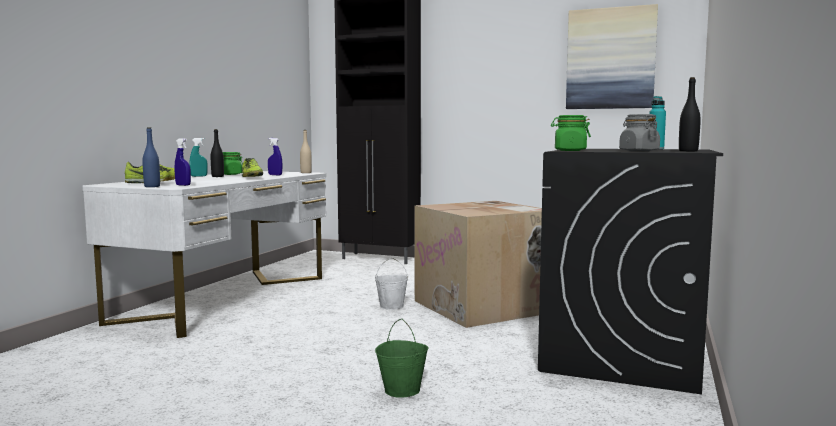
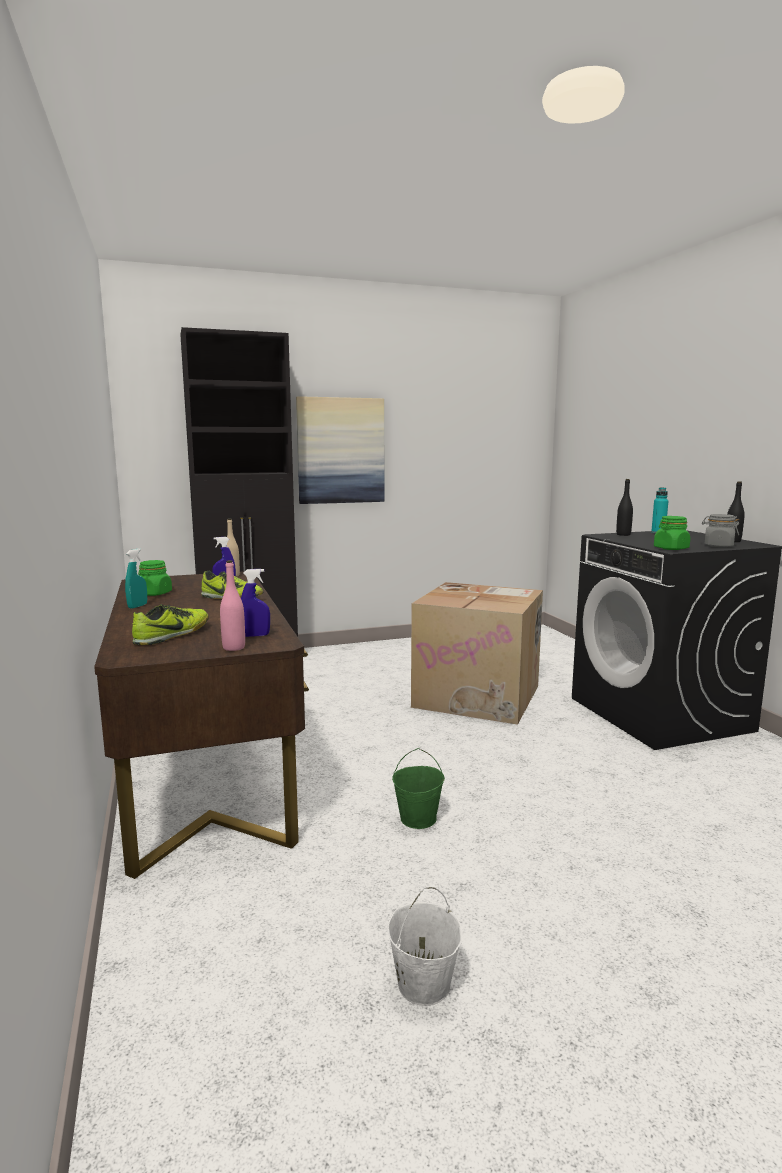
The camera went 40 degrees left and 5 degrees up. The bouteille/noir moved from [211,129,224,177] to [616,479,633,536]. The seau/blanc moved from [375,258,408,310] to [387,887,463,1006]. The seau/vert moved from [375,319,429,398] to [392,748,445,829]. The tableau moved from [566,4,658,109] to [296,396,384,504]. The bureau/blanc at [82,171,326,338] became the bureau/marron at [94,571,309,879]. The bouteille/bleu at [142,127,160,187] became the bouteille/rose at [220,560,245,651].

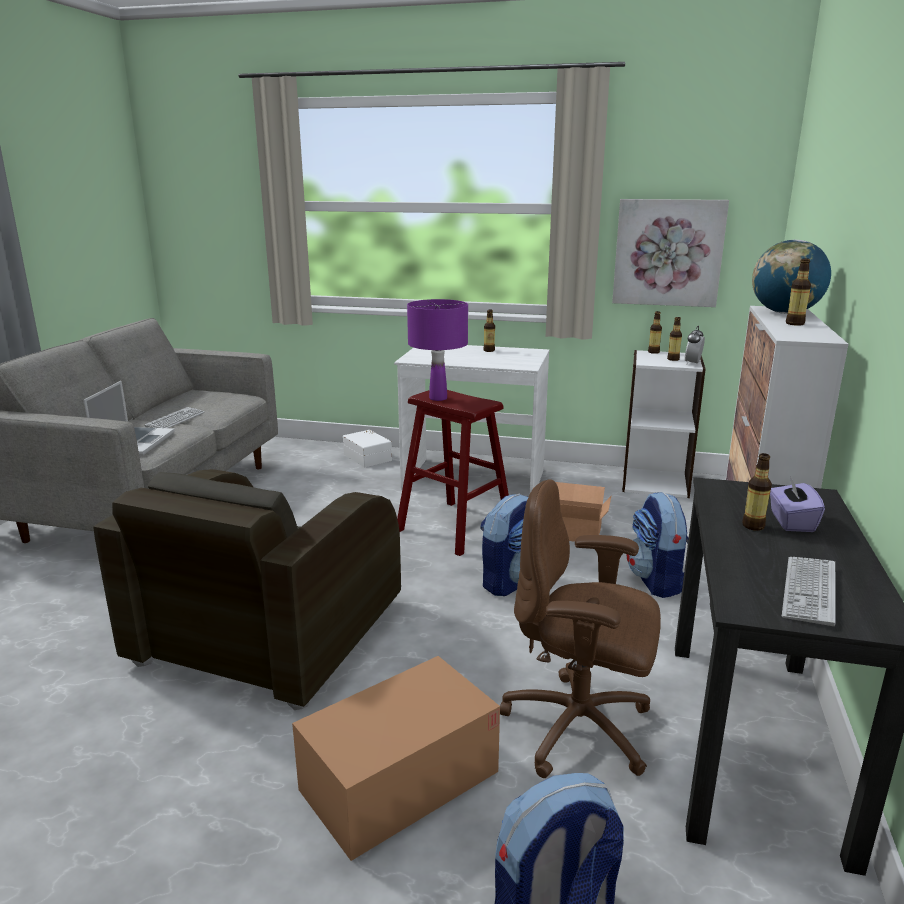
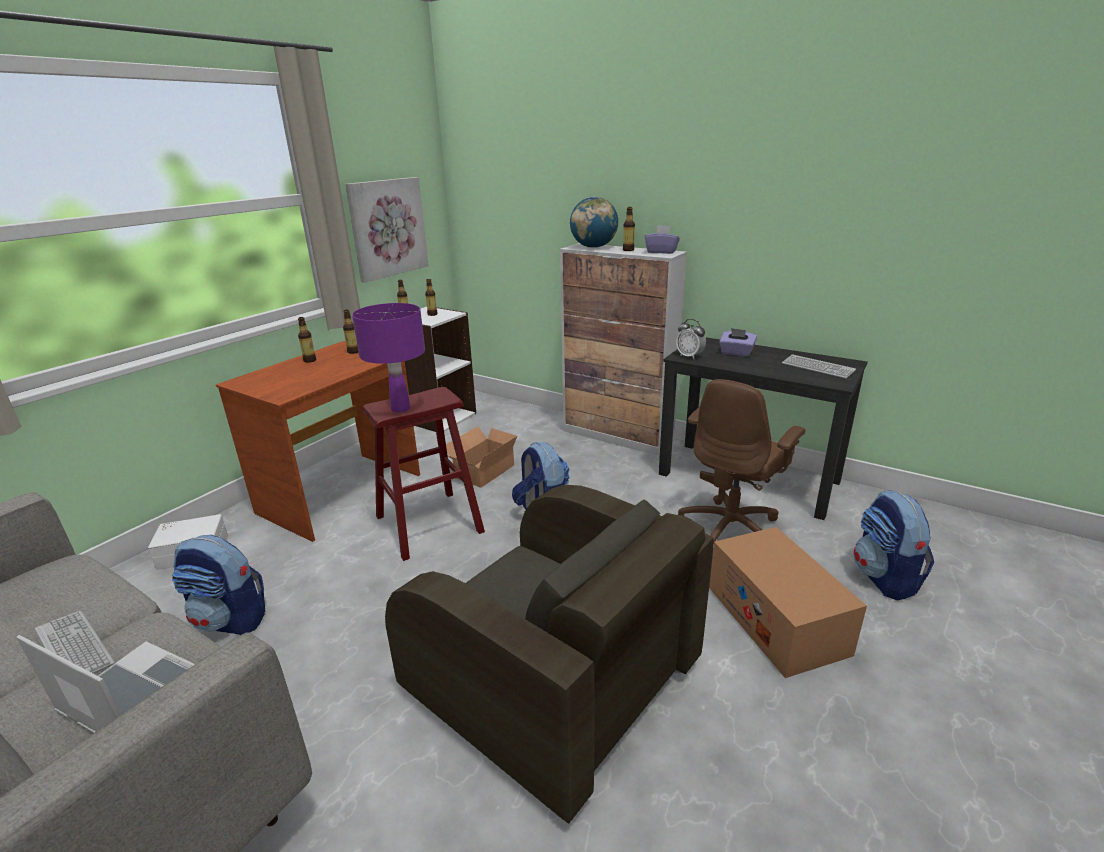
The camera went 70 degrees left and 5 degrees up. The boîte à mouchoirs/violet at [645,225,680,254] appeared. The sac à dos moved from [627,492,689,598] to [172,535,265,635]. The réveil moved from [685,326,705,364] to [676,319,706,359]. The bouteille moved from [742,453,772,531] to [343,310,358,354]. The bureau/blanc at [394,345,549,493] became the bureau/marron at [216,341,420,542].

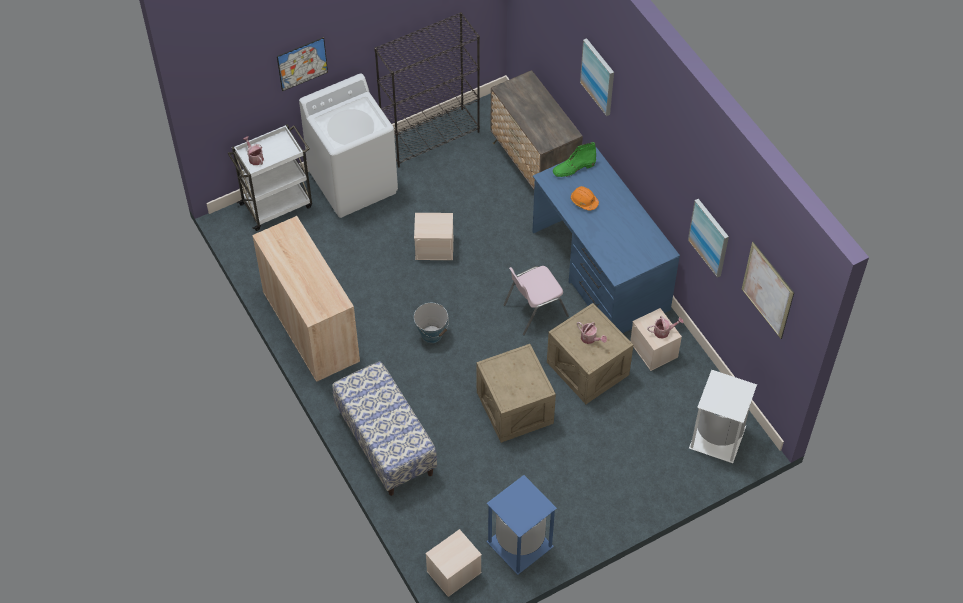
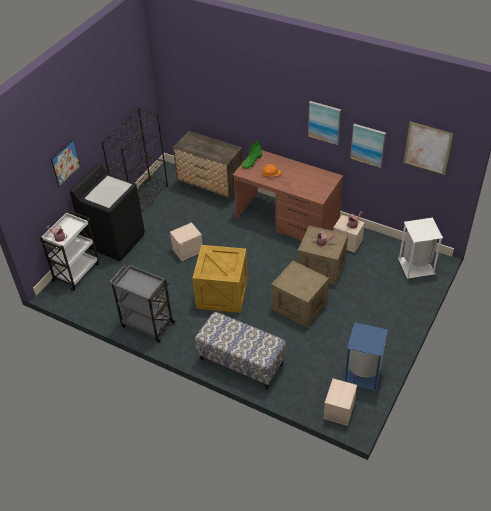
The camera went 30 degrees left and 10 degrees down. The chaise/rose at [504,266,569,335] disappeared. The tableau moved from [580,38,614,116] to [308,101,341,145]. The meuble de rangement/beige at [252,216,360,382] was replaced by the chariot/gris at [109,264,176,343]. The seau at [414,303,449,343] was replaced by the caisse at [192,245,248,313]. The lave-linge/blanc at [299,74,398,218] became the lave-linge/noir at [70,164,145,261]. The bureau/bleu at [533,147,680,333] became the bureau/marron at [233,150,343,241].

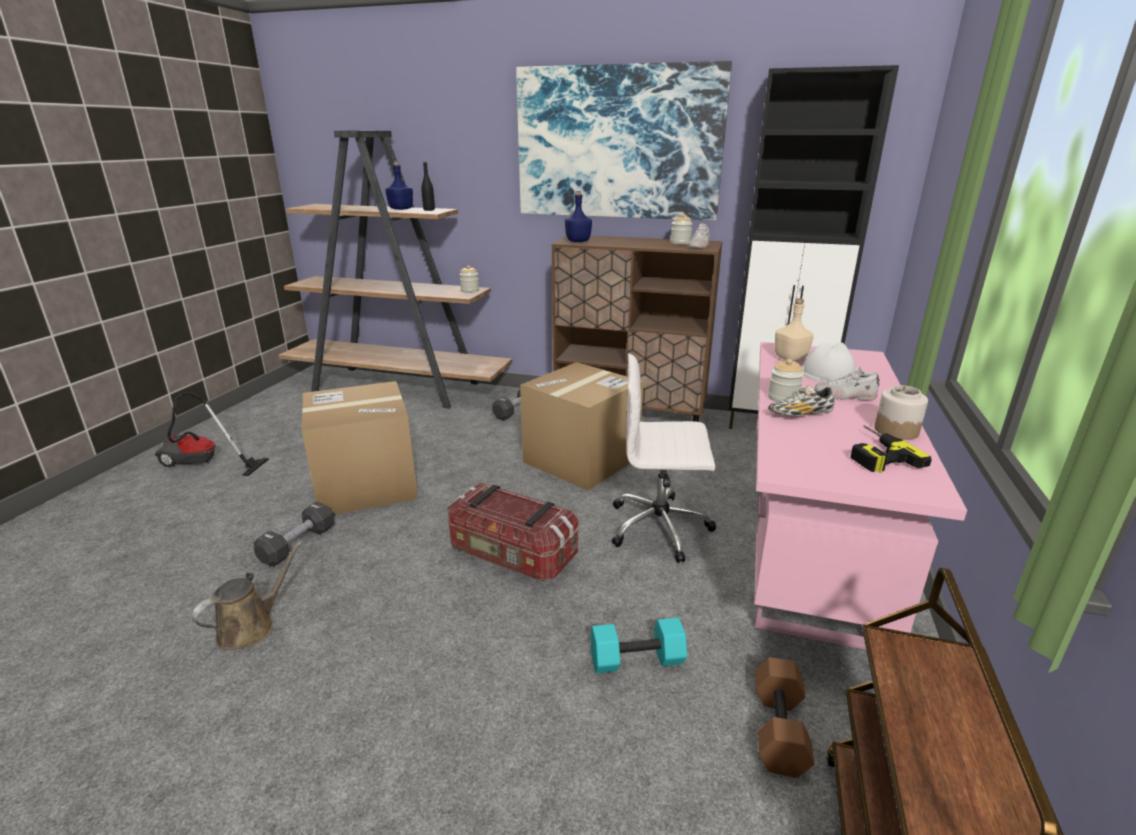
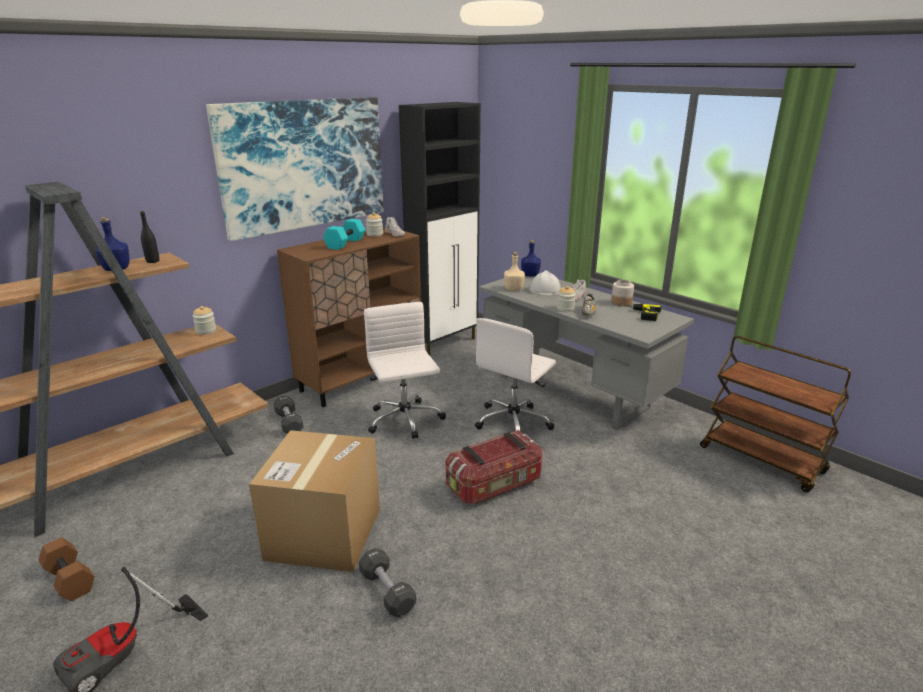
The camera went 60 degrees left and 0 degrees up. The arrosoir/marron at [192,541,302,650] disappeared. The bouteille/bleu moved from [565,191,592,242] to [521,240,541,276]. The haltère/turquoise moved from [590,618,687,674] to [323,219,365,250]. The haltère/marron moved from [755,657,814,778] to [38,537,95,601]. The carton at [520,362,644,491] was replaced by the chaise de bureau/blanc at [364,302,446,439]. The bureau/rose at [754,342,967,650] became the bureau/gris at [479,273,694,430].

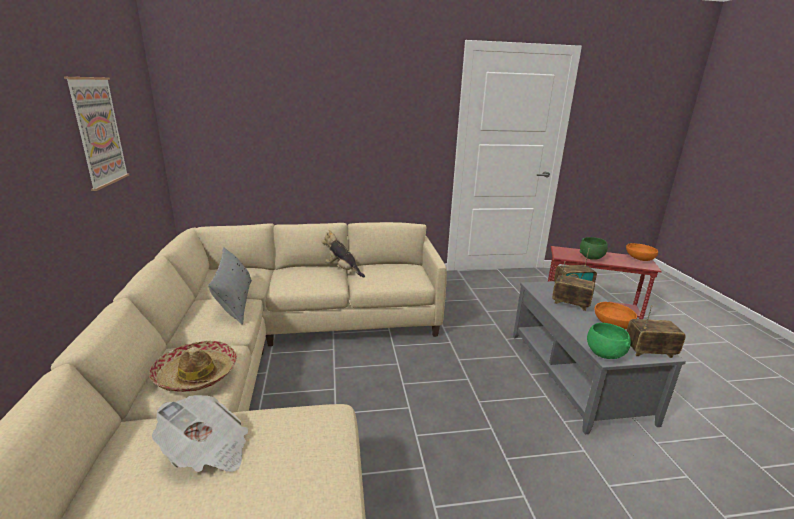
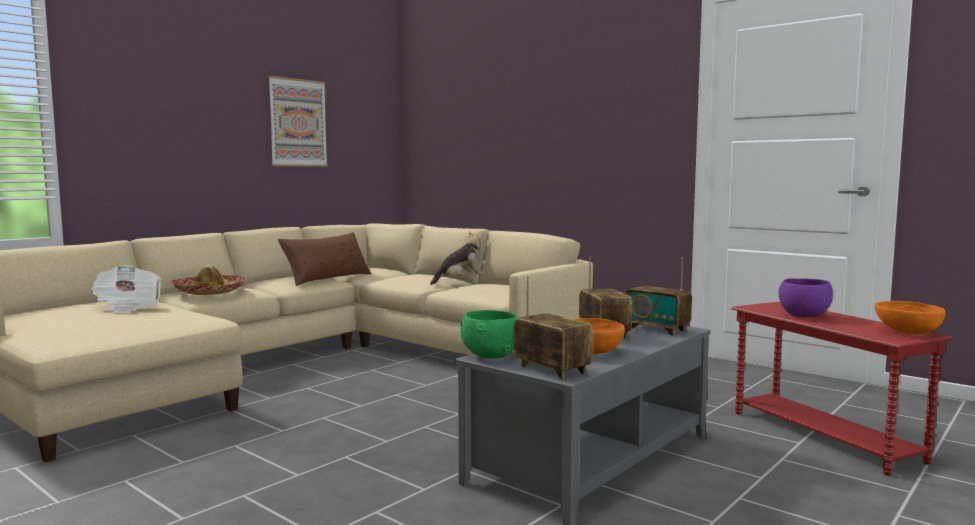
The camera went 50 degrees right and 15 degrees down. The coussin/gris at [208,247,252,325] became the coussin/marron at [278,232,371,286]. The bol/vert at [580,237,608,260] became the bol/violet at [778,278,833,317]. The peluche at [321,229,365,278] turned 60 degrees clockwise.

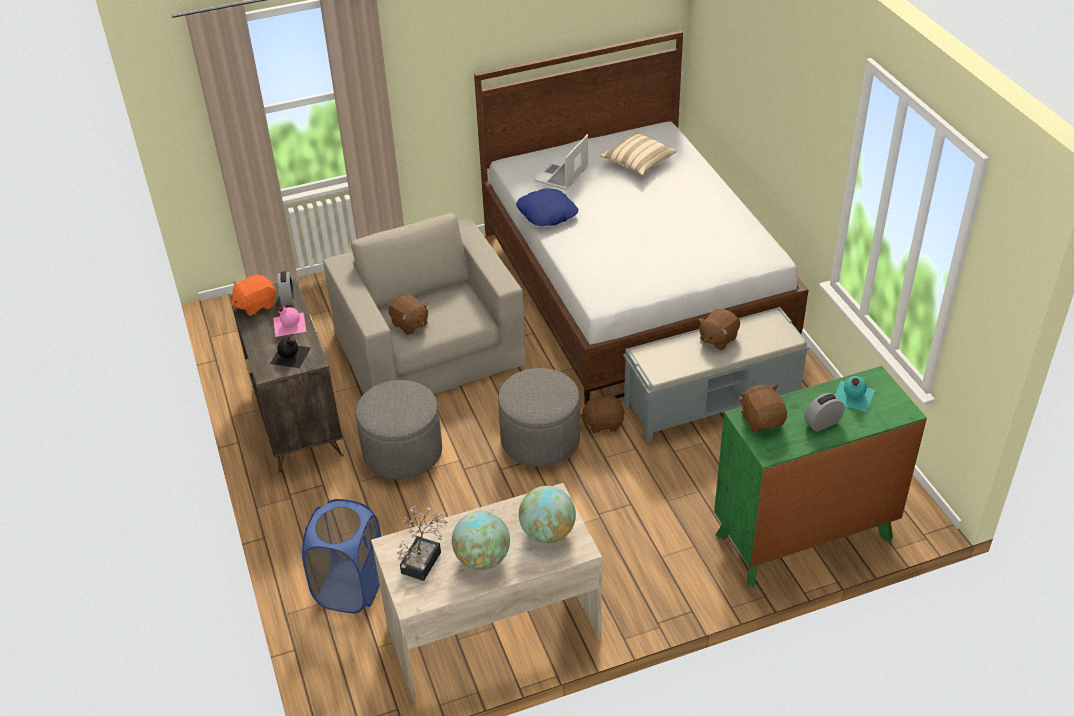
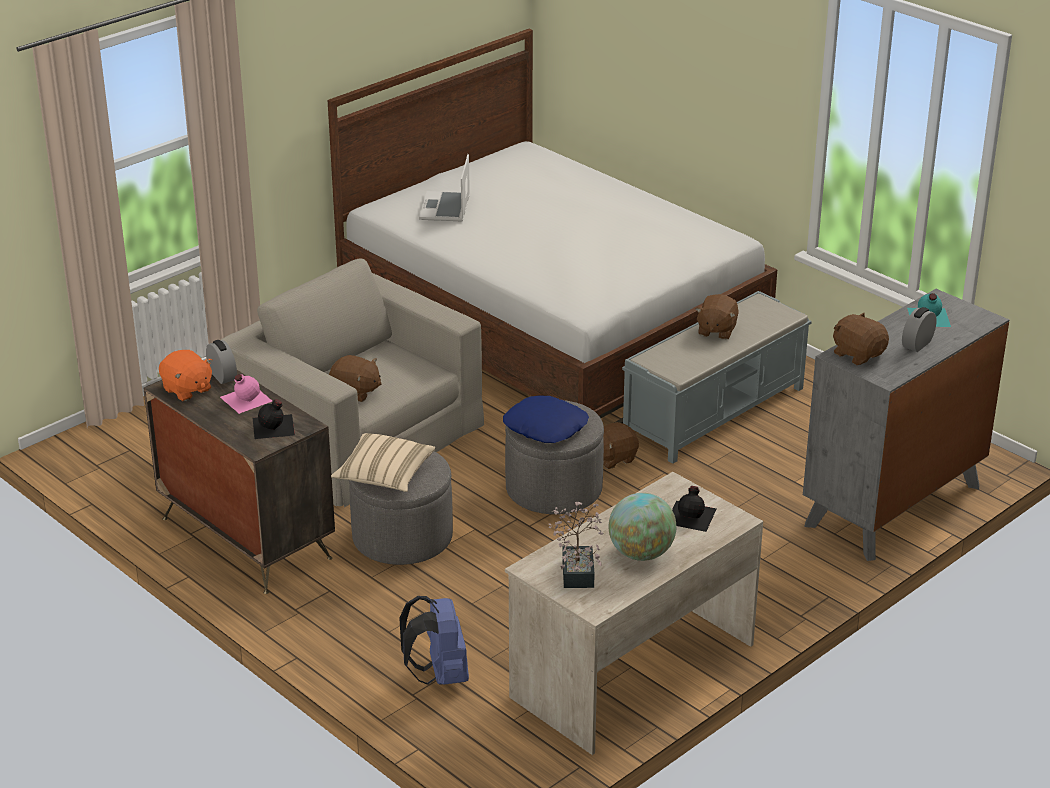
The camera went 25 degrees left and 10 degrees down. The coussin/bleu moved from [516,188,578,226] to [503,395,589,443]. The coussin/beige moved from [600,132,676,175] to [331,433,435,492]. The panier à linge/bleu at [302,499,381,613] was replaced by the sac à dos/bleu at [399,596,469,685]. The globe at [519,486,576,543] was replaced by the bouteille/noir at [672,486,716,532]. The commode/vert at [714,366,927,587] became the commode/gris at [803,289,1009,561]. The peluche/orange at [231,274,276,316] turned 75 degrees counterclockwise.

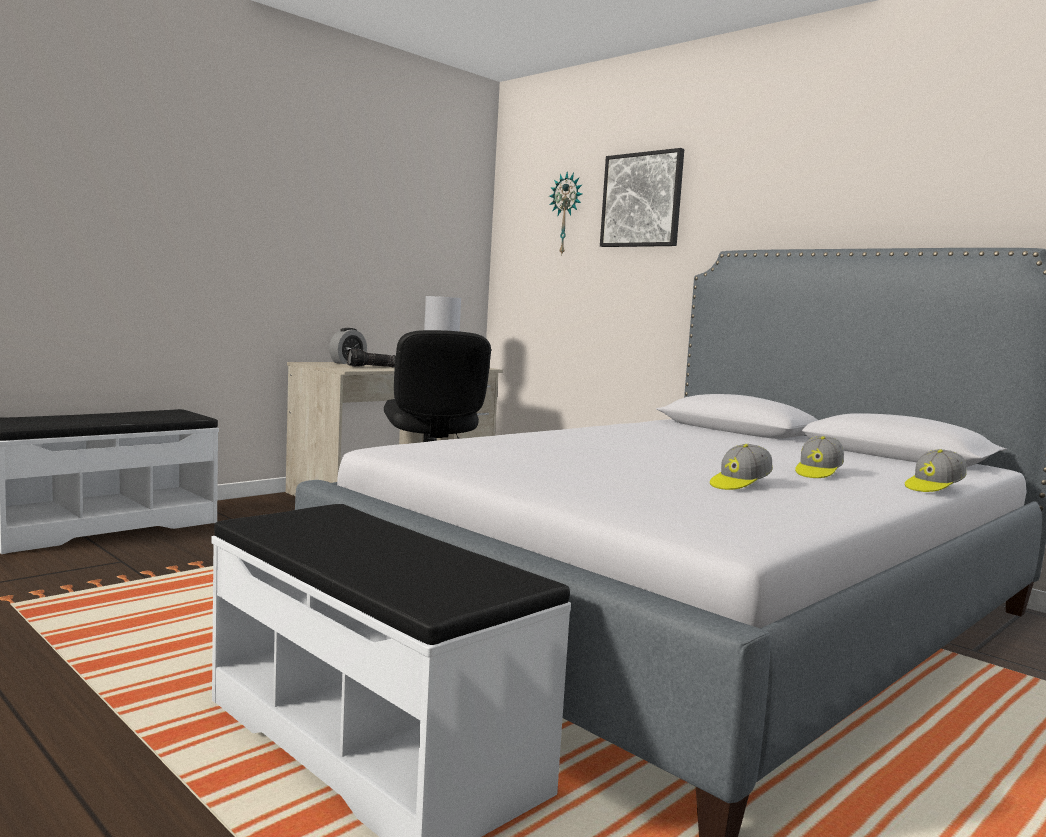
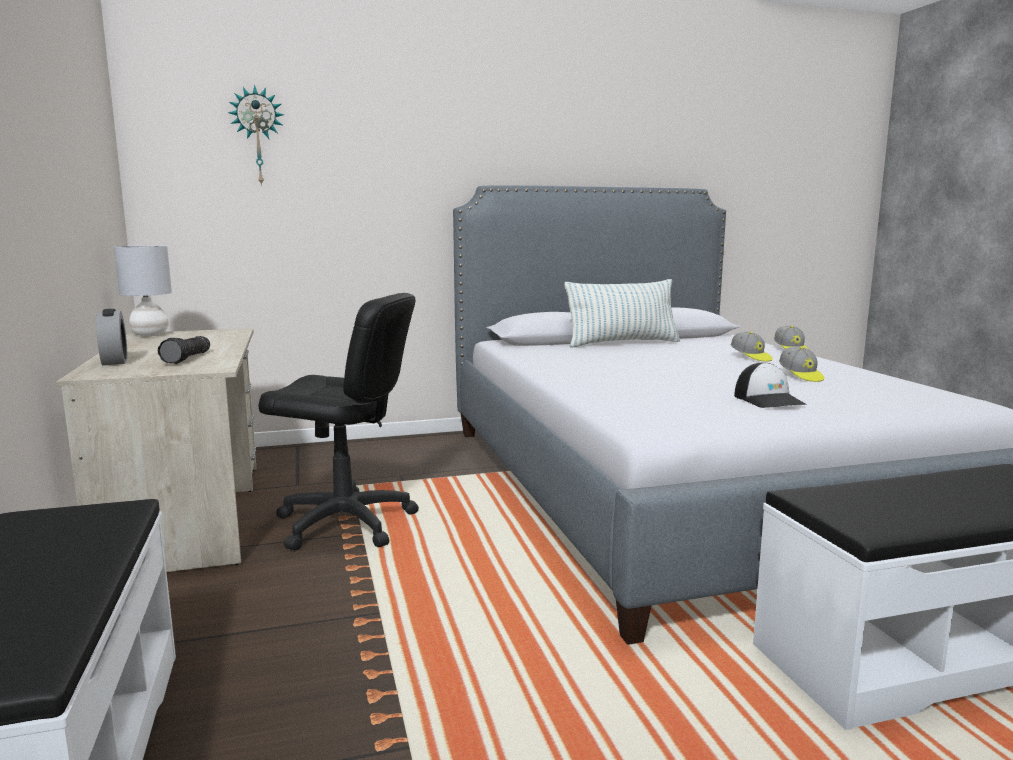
The camera went 60 degrees left and 5 degrees up. The tableau at [600,148,684,247] disappeared. The coussin at [564,279,680,348] appeared. The casquette at [734,362,807,408] appeared.

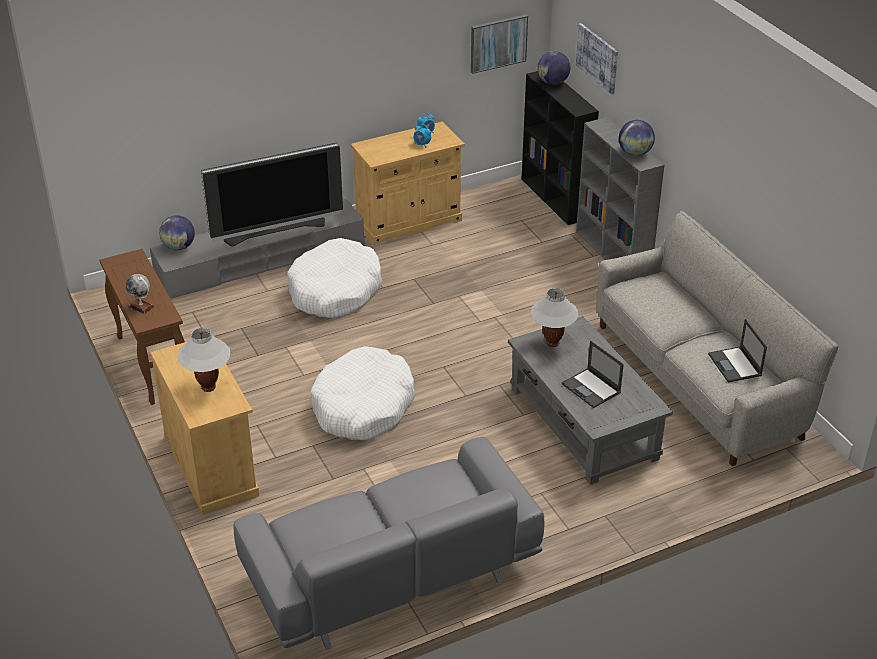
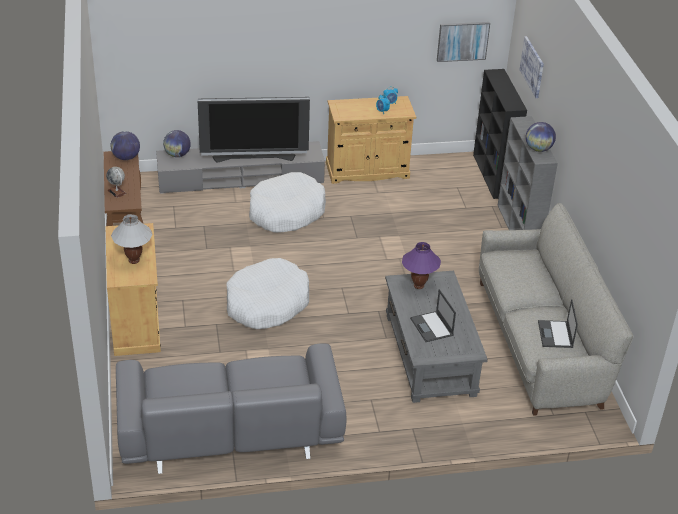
The camera went 15 degrees right and 0 degrees up. The globe moved from [537,51,571,85] to [111,131,140,160]. The lampe de table/blanc at [531,288,579,347] became the lampe de table/violet at [402,242,441,289].

